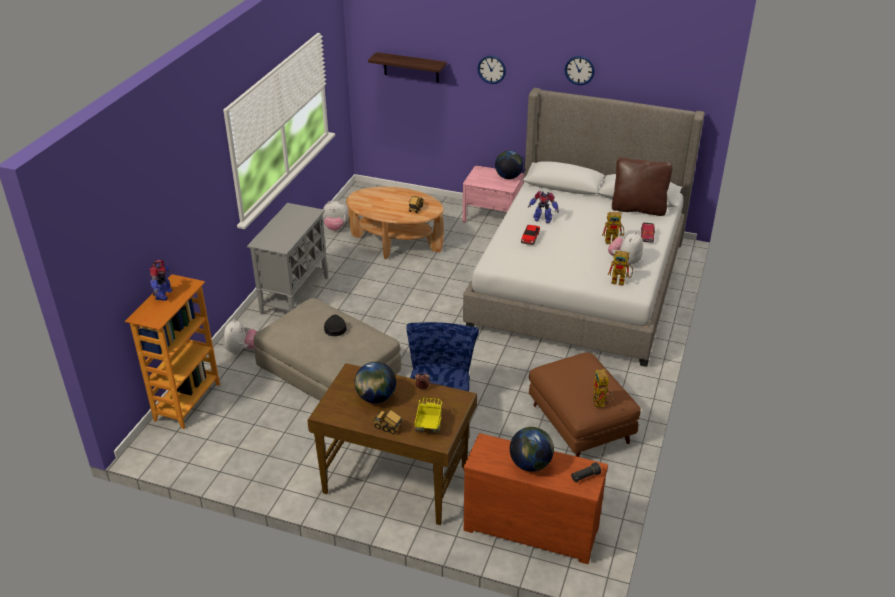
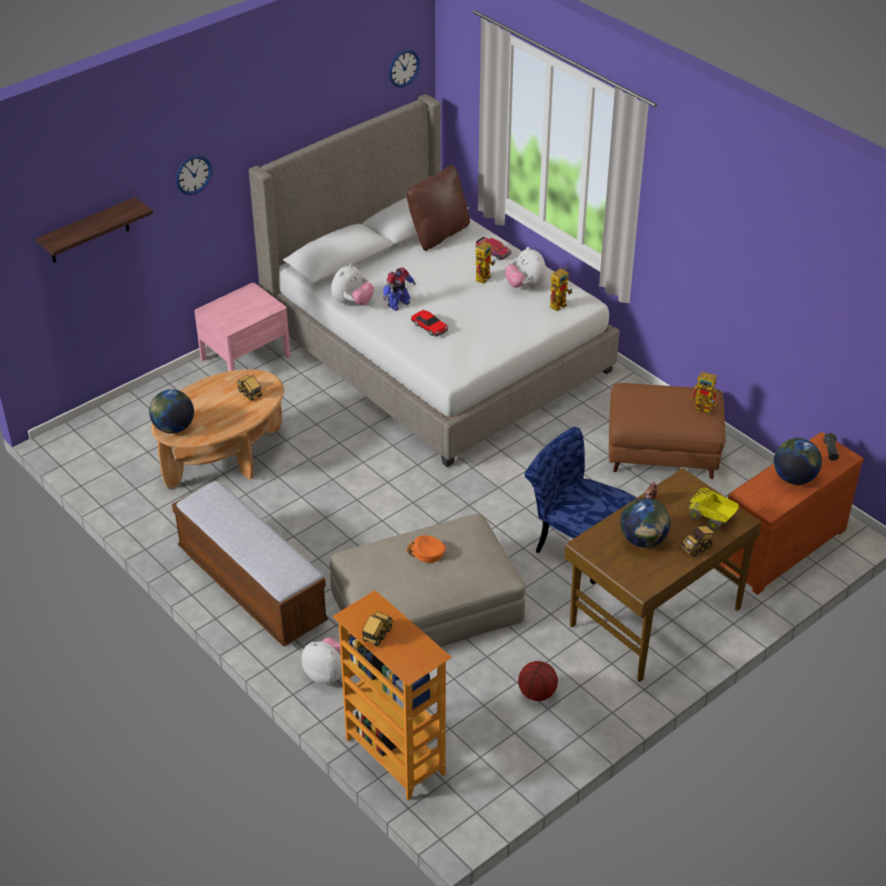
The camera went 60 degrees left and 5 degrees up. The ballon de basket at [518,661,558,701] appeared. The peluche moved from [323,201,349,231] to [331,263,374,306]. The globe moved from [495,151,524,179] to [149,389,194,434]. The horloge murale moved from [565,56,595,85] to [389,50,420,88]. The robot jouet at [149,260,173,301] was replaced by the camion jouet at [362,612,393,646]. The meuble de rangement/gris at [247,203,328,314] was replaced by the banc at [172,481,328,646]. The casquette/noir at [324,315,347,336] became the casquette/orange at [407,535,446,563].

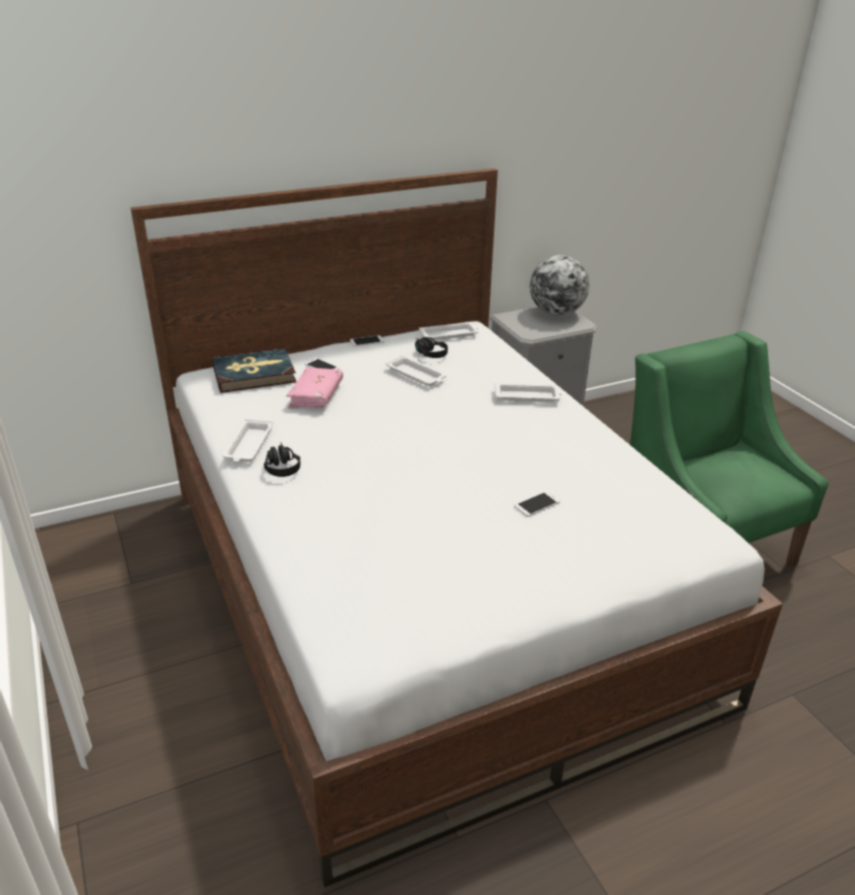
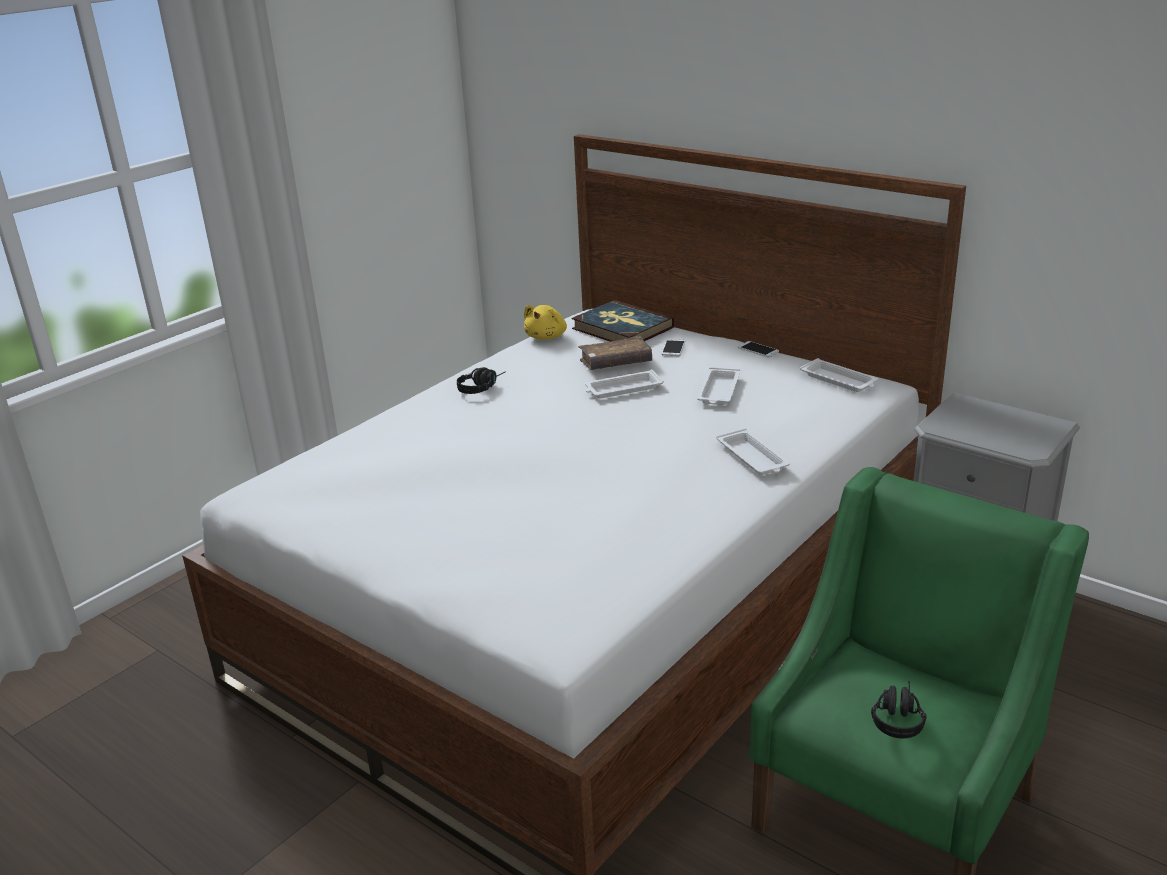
The camera went 65 degrees right and 5 degrees down. The téléphone at [514,491,560,517] disappeared. The globe at [530,255,589,316] disappeared. The peluche/jaune at [524,305,567,340] appeared. The plateau/blanc moved from [223,419,274,462] to [585,370,664,398]. The casque audio/noir moved from [415,337,448,358] to [871,681,927,739]. The livre/rose at [287,367,343,408] became the livre/marron at [578,336,652,370].

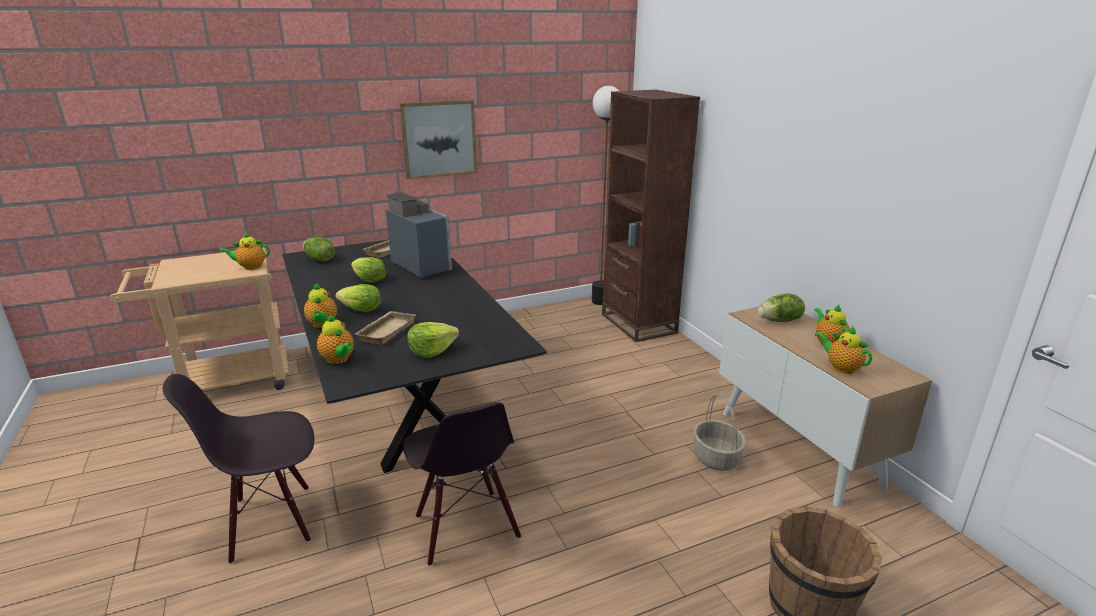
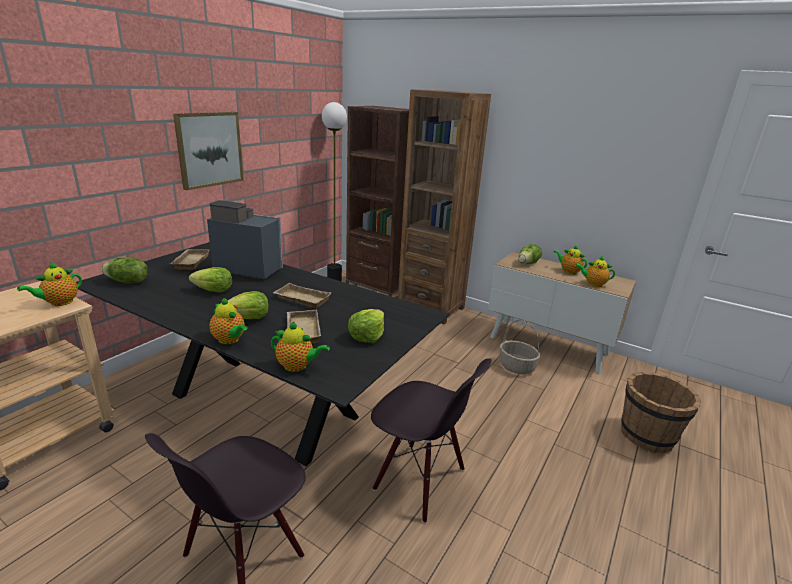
The camera went 35 degrees left and 0 degrees up. The plateau/beige at [273,283,332,308] appeared. The bibliothèque/marron at [398,89,491,325] appeared.

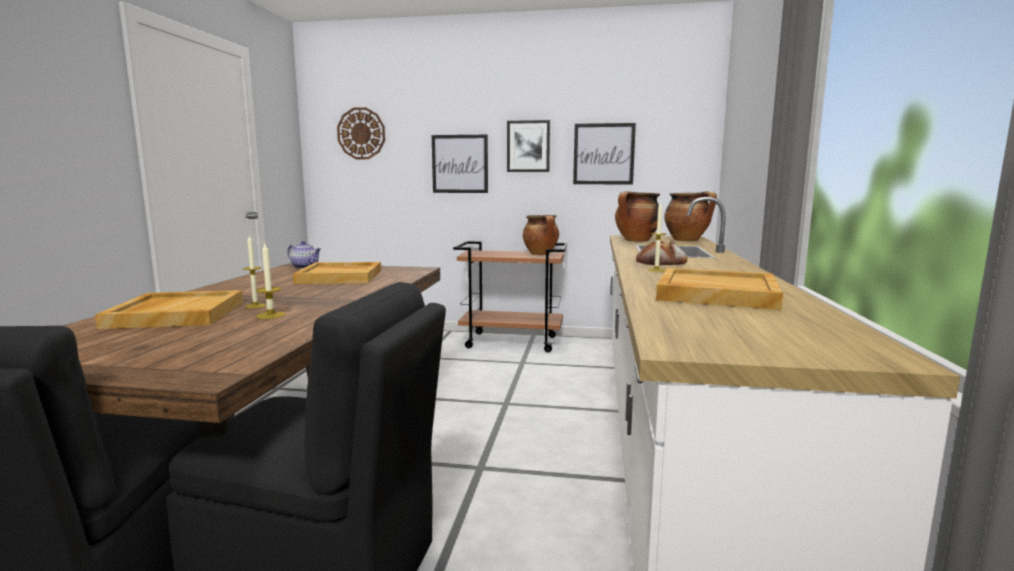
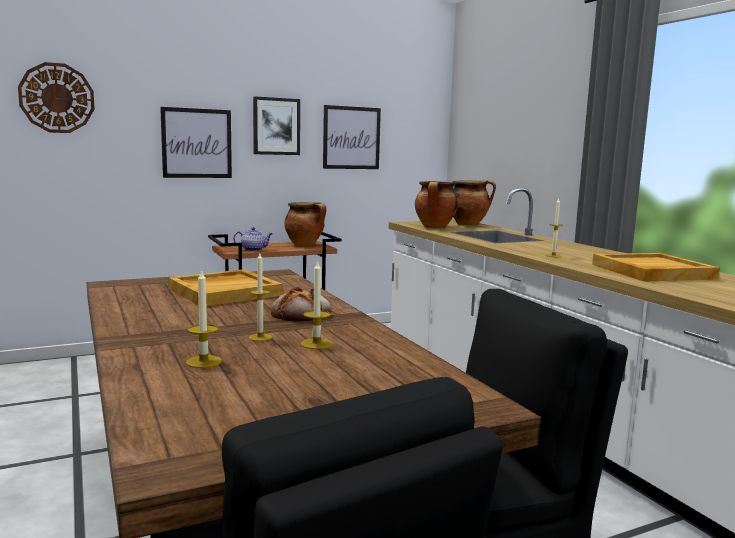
The camera went 35 degrees left and 0 degrees up. The théière moved from [287,241,321,269] to [233,227,273,251]. The pain moved from [636,240,687,265] to [270,287,332,321]. The plateau/beige at [95,290,243,329] was replaced by the bougie at [186,269,222,368].

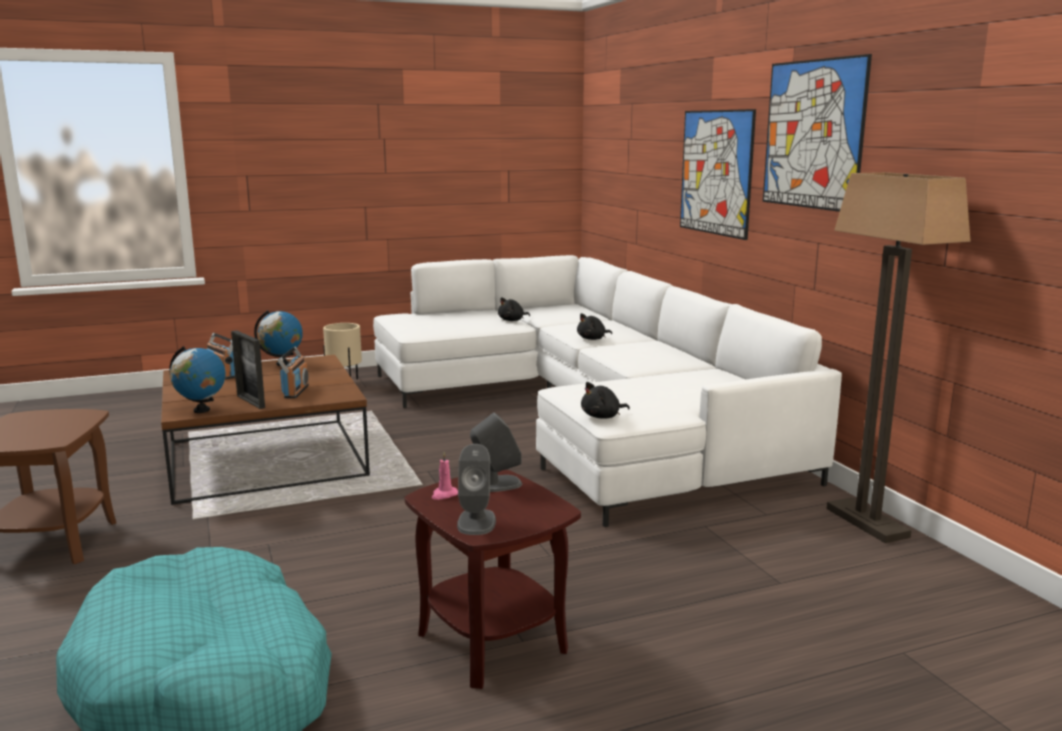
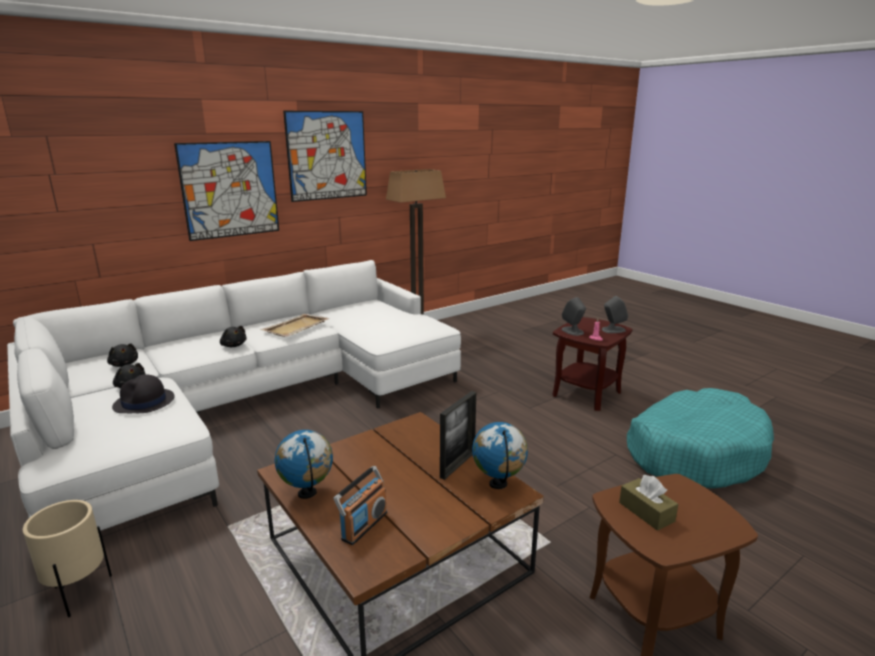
The camera went 105 degrees left and 5 degrees up. The radio at [277,347,309,398] disappeared. The chapeau/noir at [112,374,175,413] appeared. The plateau/beige at [260,314,330,337] appeared. The boîte à mouchoirs/marron at [619,475,678,531] appeared. The peluche/noir moved from [581,382,630,419] to [107,343,138,367].

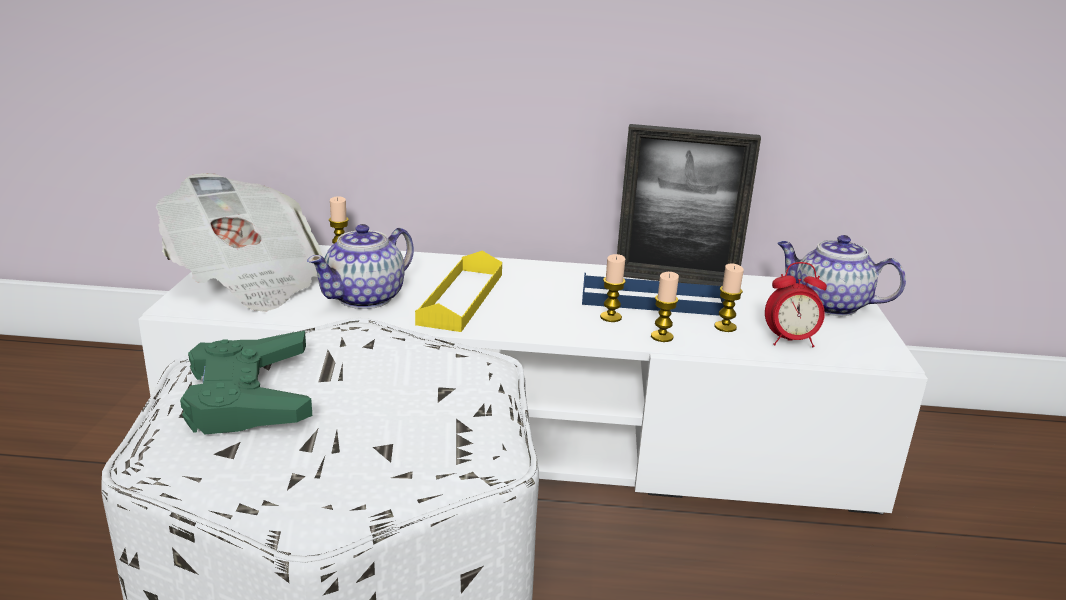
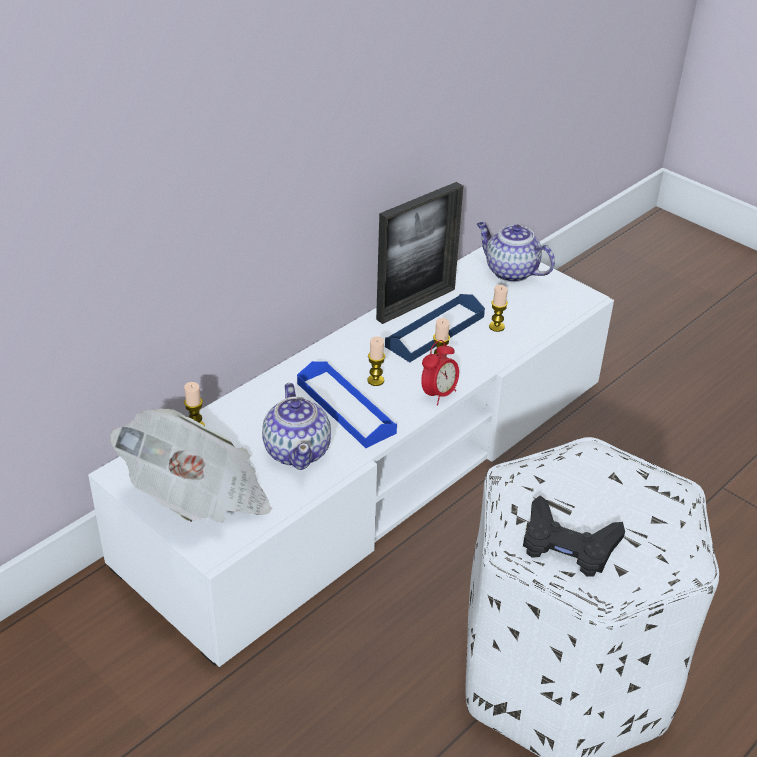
The camera went 50 degrees left and 15 degrees up. The bougie moved from [651,272,679,342] to [367,336,385,386]. The réveil moved from [765,262,827,347] to [421,340,459,405]. The manette/vert at [180,331,312,435] became the manette/noir at [523,495,625,577]. The plateau/jaune at [415,251,502,332] became the plateau/bleu at [297,361,397,448]. The théière at [777,235,906,316] turned 60 degrees clockwise.

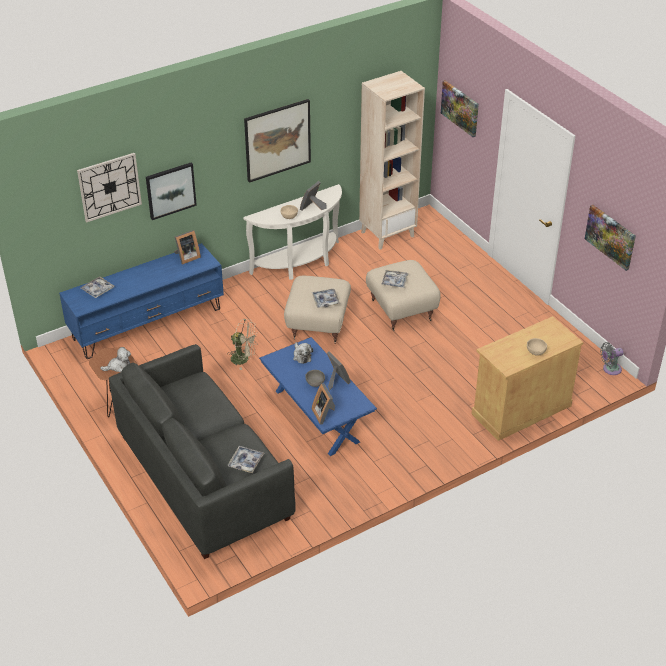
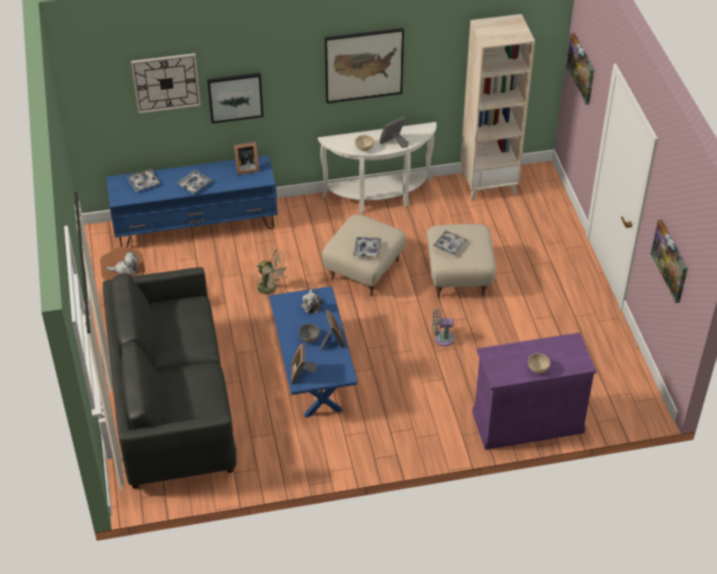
The camera went 20 degrees right and 5 degrees up. The plateau moved from [227,446,264,473] to [177,170,213,194]. The ventilateur/gris moved from [600,342,624,375] to [432,309,455,346]. The meuble de rangement/beige at [472,316,584,441] became the meuble de rangement/violet at [472,332,597,450].

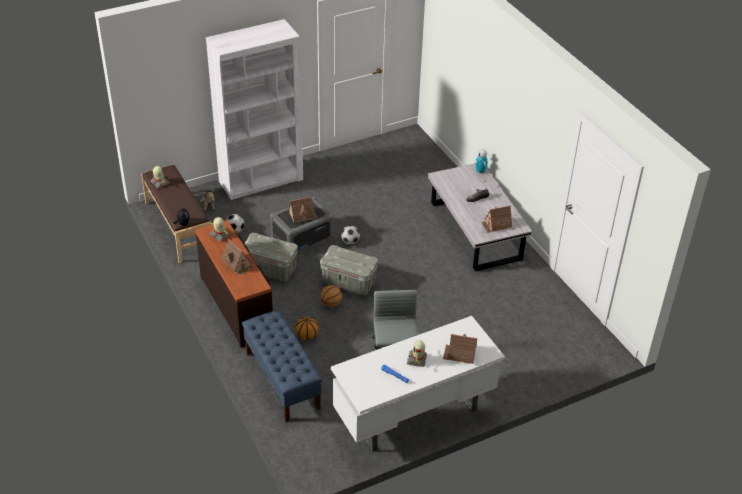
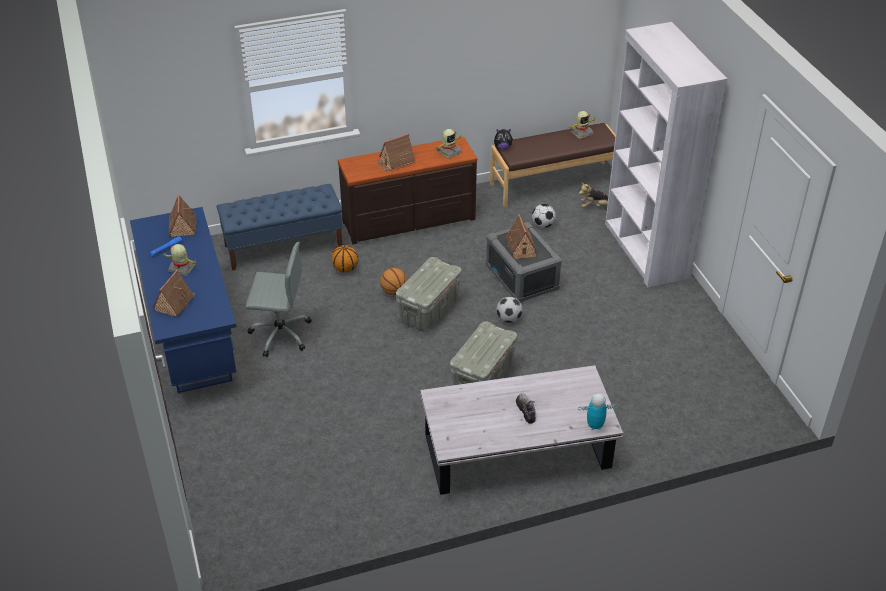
The camera went 100 degrees right and 0 degrees up. The boîte de rangement/gris moved from [244,233,298,281] to [450,321,517,385]. The maison miniature moved from [481,205,512,233] to [169,194,197,237]. The bureau/blanc at [331,316,505,452] became the bureau/bleu at [130,207,236,393].

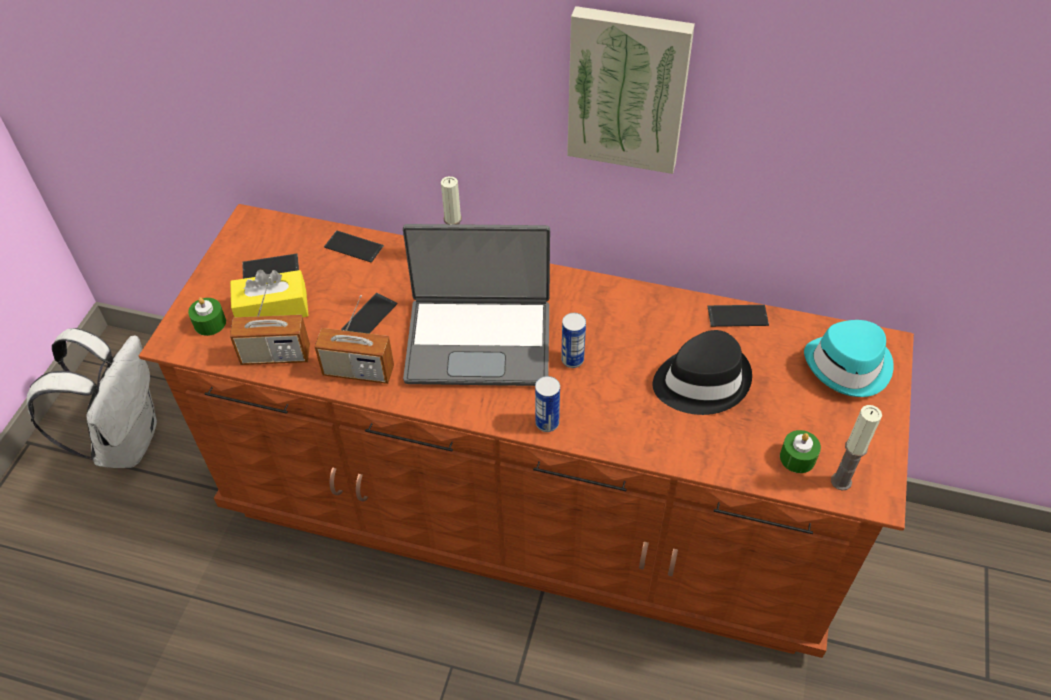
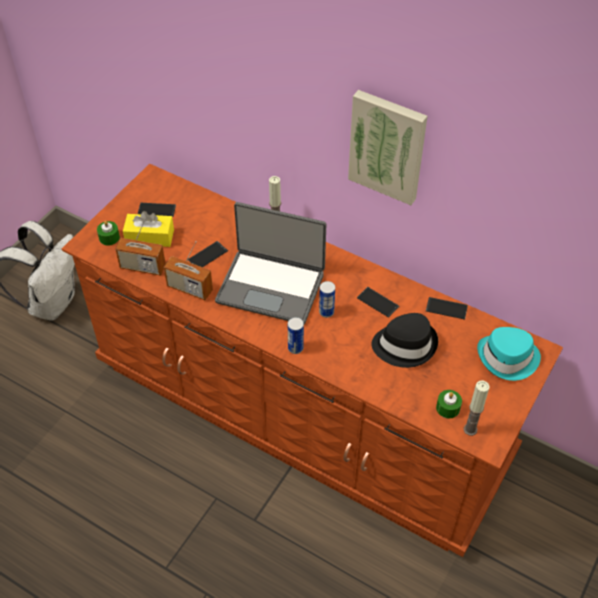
The camera went 15 degrees right and 0 degrees up. The téléphone moved from [324,230,384,263] to [357,287,399,318].

